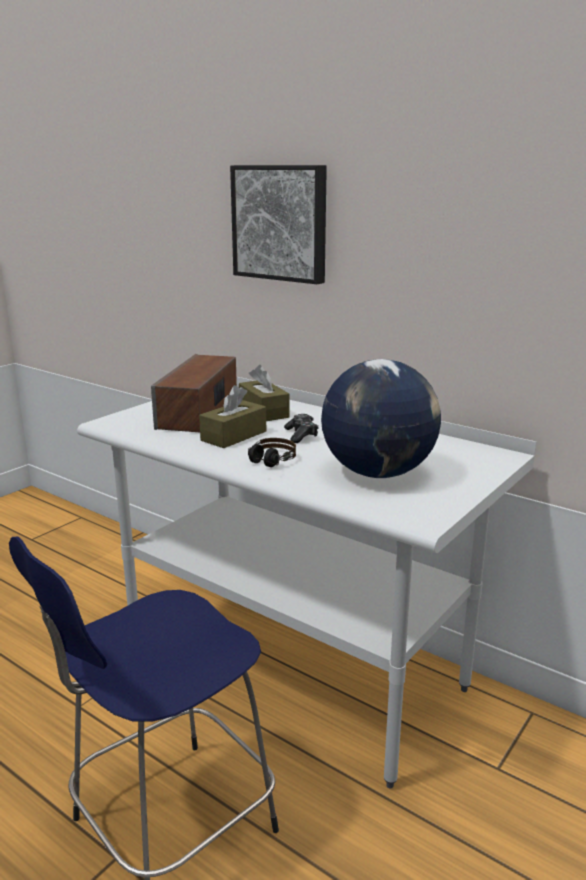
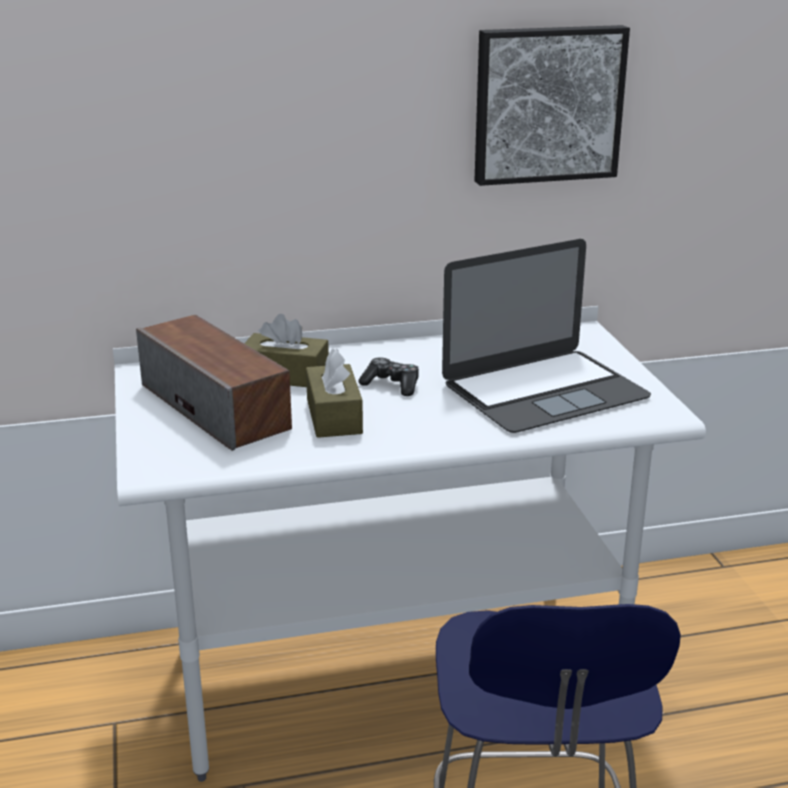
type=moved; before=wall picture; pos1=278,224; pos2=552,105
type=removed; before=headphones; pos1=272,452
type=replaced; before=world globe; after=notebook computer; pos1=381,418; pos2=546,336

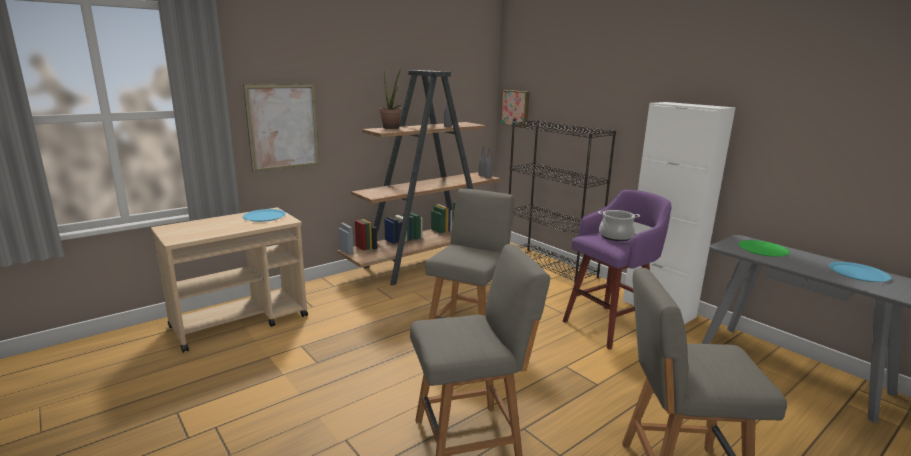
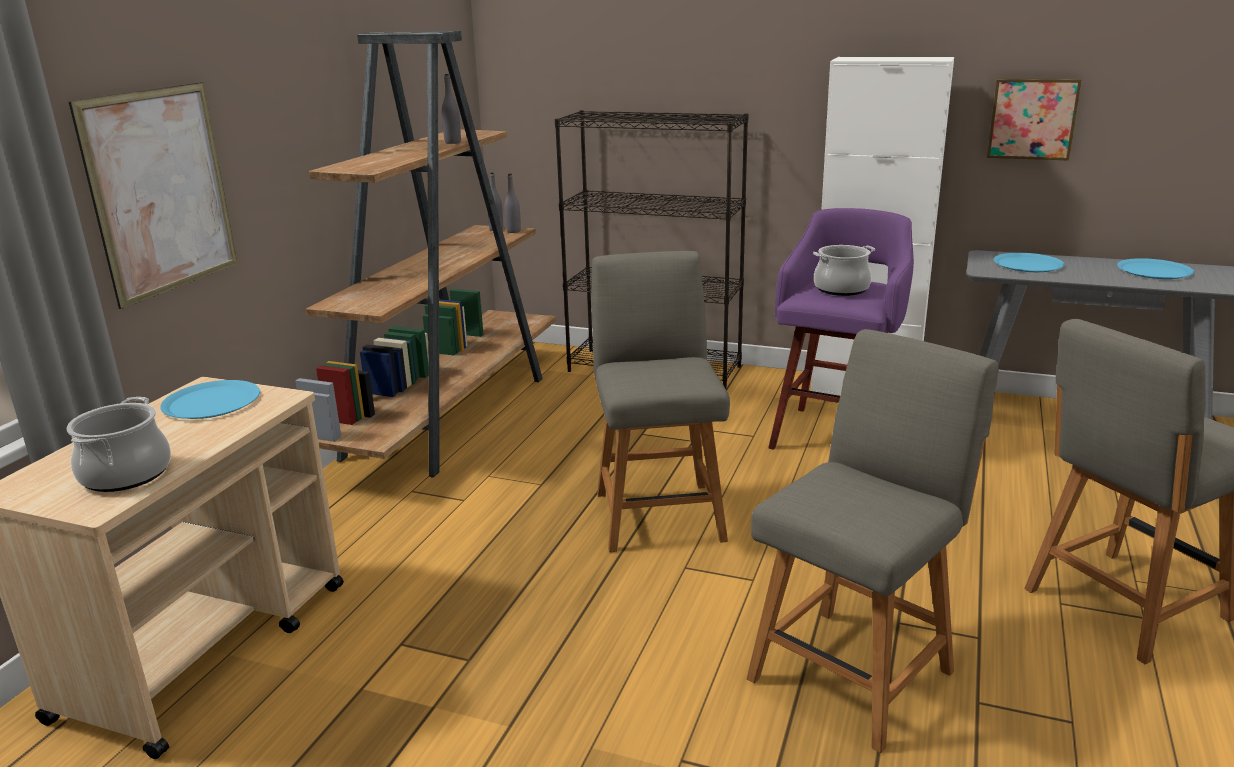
type=removed; before=plant in a pot; pos1=391,99
type=moved; before=wall picture; pos1=515,108; pos2=1034,119
type=recoloured; before=greenish flat dish; after=blue flat dish; pos1=764,248; pos2=1029,262
type=added; after=saucepot; pos2=118,444

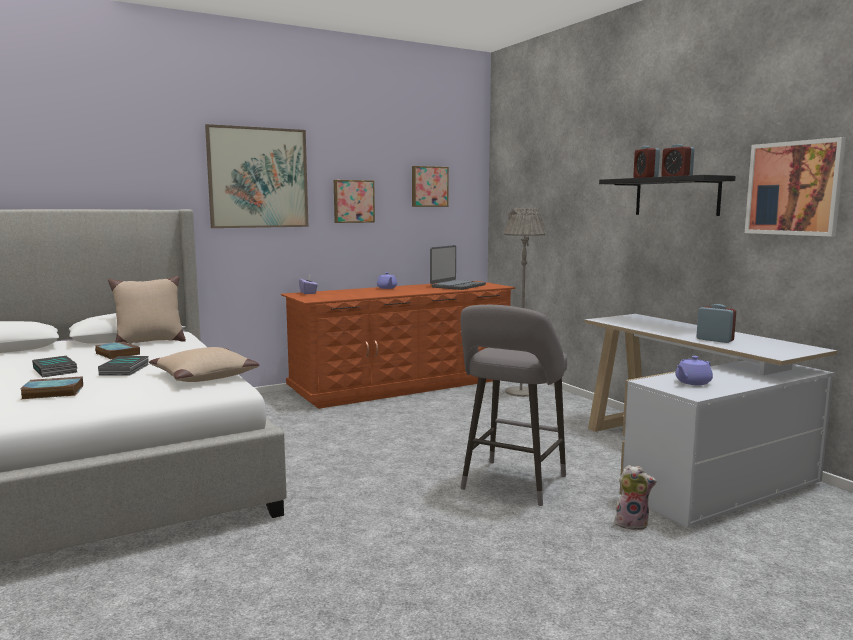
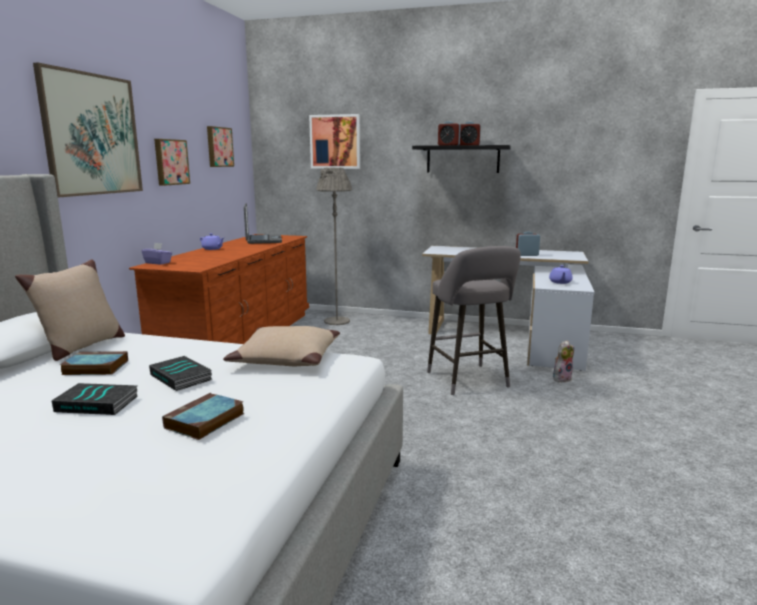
type=moved; before=wall picture; pos1=795,187; pos2=334,141

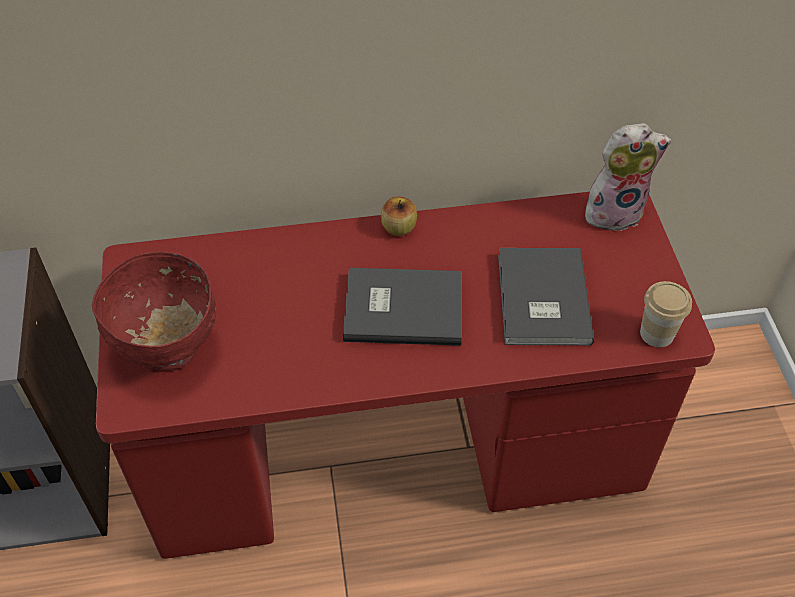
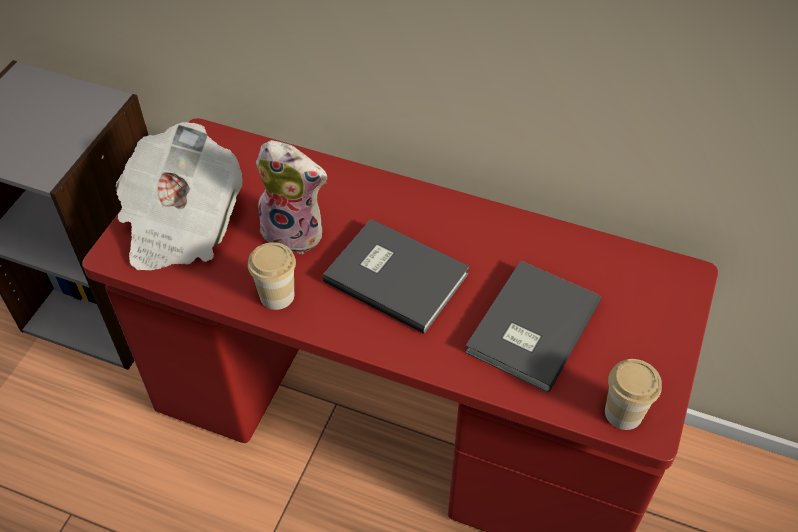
type=replaced; before=red-coloured deep dish; after=printed paper; pos1=154,312; pos2=179,196
type=removed; before=apple; pos1=399,216
type=moved; before=plush toy; pos1=628,177; pos2=291,197
type=added; after=small cup; pos2=272,276

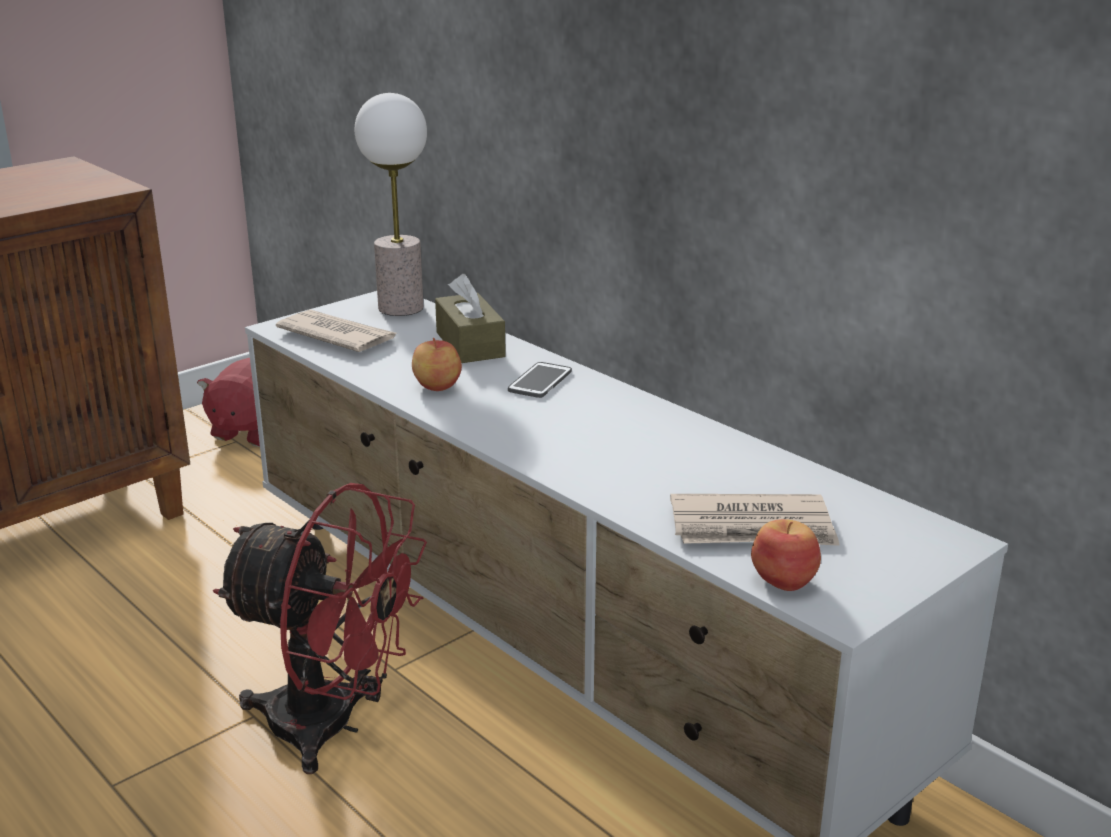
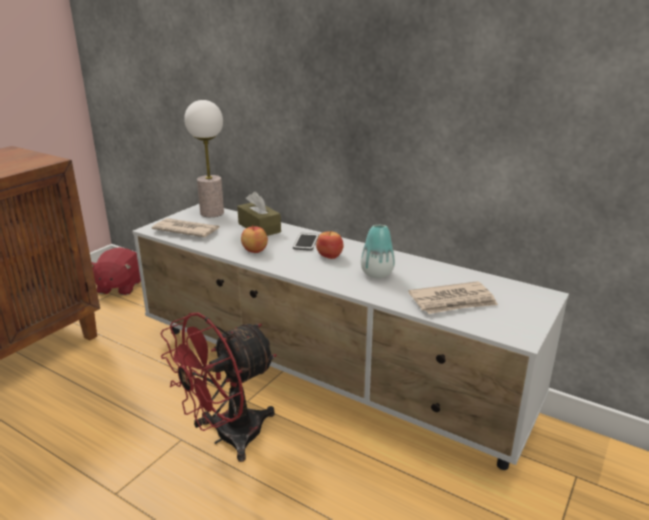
type=turned; before=red-coloured electric fan; pos1=320,628; pos2=218,387; turn=135
type=moved; before=apple; pos1=786,555; pos2=330,245
type=added; after=vase; pos2=378,251

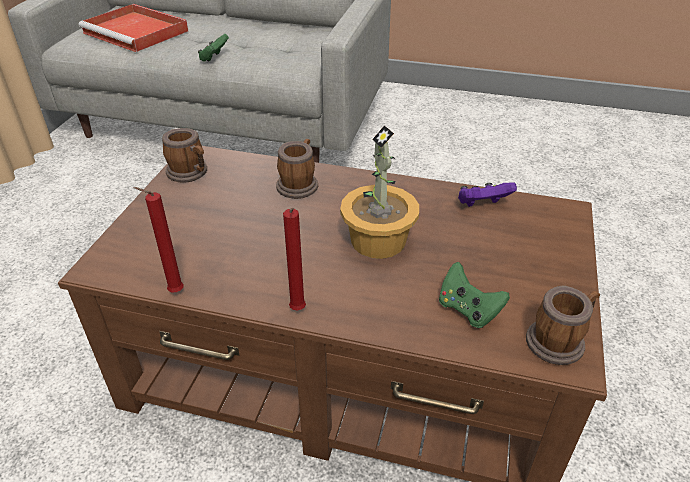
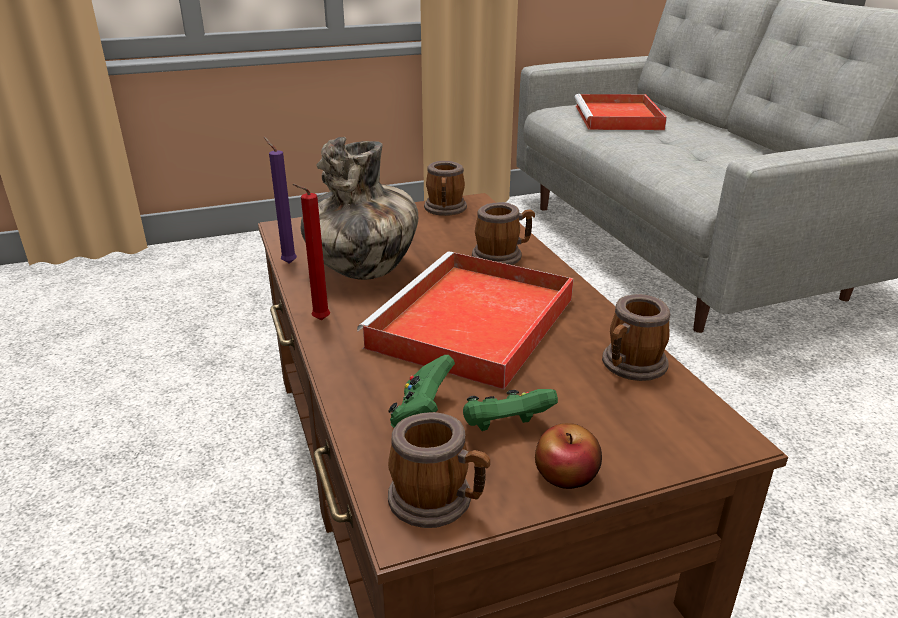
type=recoloured; before=red-coloured wax candle; after=purple-coloured wax candle; pos1=159,239; pos2=280,200
type=moved; before=greenish game controller; pos1=213,48; pos2=510,410
type=replaced; before=plant in a pot; after=red-coloured tray; pos1=379,192; pos2=465,321
type=replaced; before=purple-coloured game controller; after=coffee mug; pos1=487,194; pos2=636,337
type=added; after=vase; pos2=359,208
type=added; after=apple; pos2=568,456

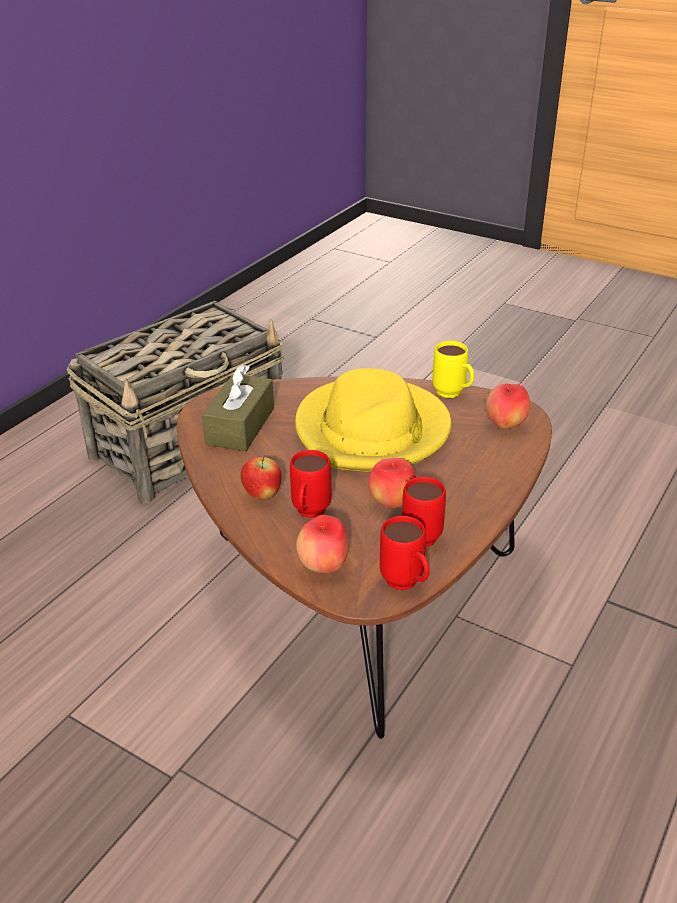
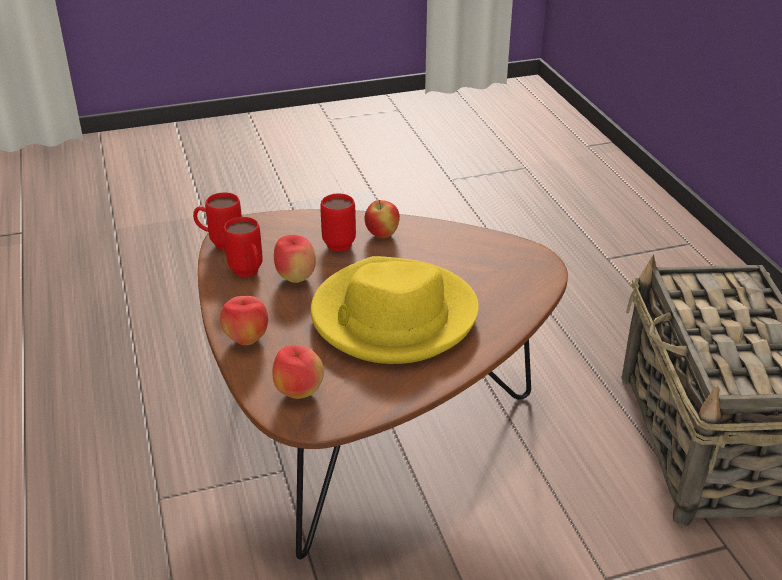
type=removed; before=brownish box of tissues; pos1=238,407
type=moved; before=apple; pos1=322,544; pos2=244,320
type=removed; before=yellow-coloured coffee mug; pos1=453,369

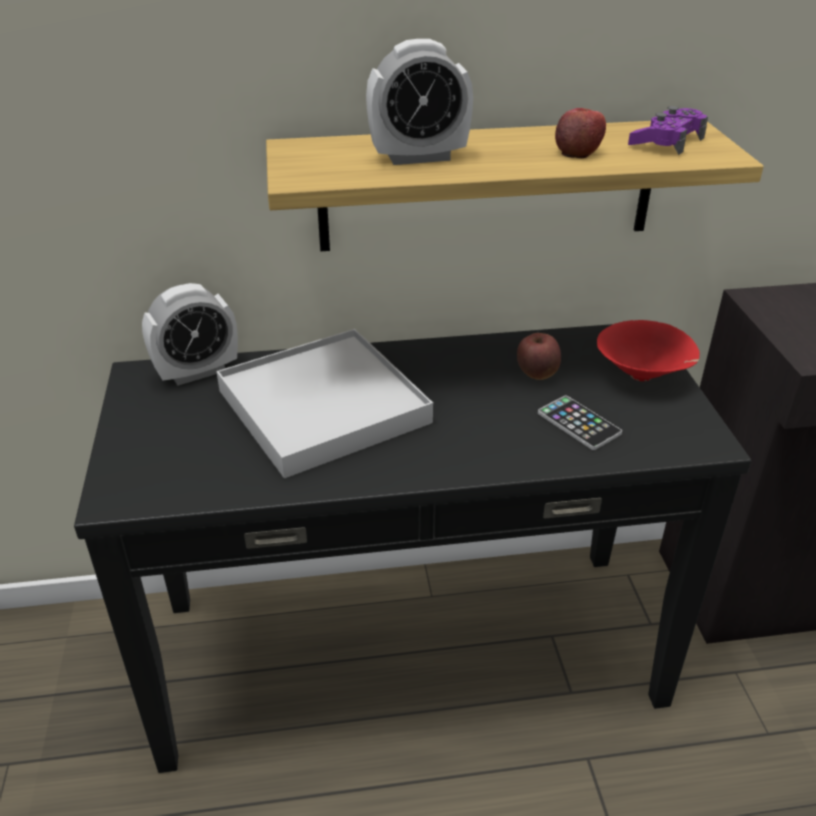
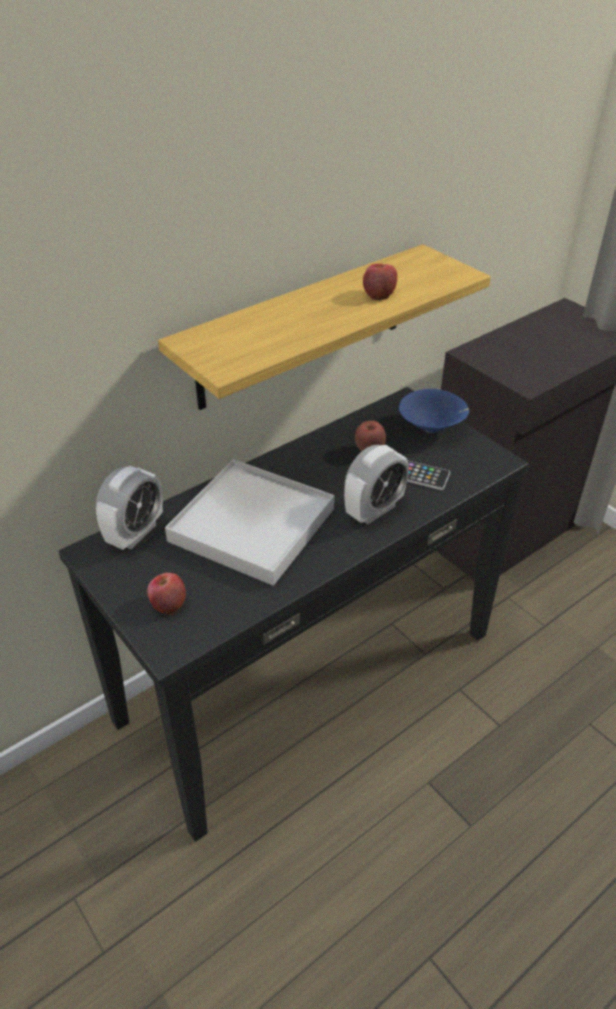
type=moved; before=bedside clock; pos1=419,102; pos2=376,484
type=recoloured; before=red-coloured deep dish; after=blue deep dish; pos1=648,350; pos2=434,411
type=removed; before=purple-coloured game controller; pos1=668,130
type=added; after=apple; pos2=166,594

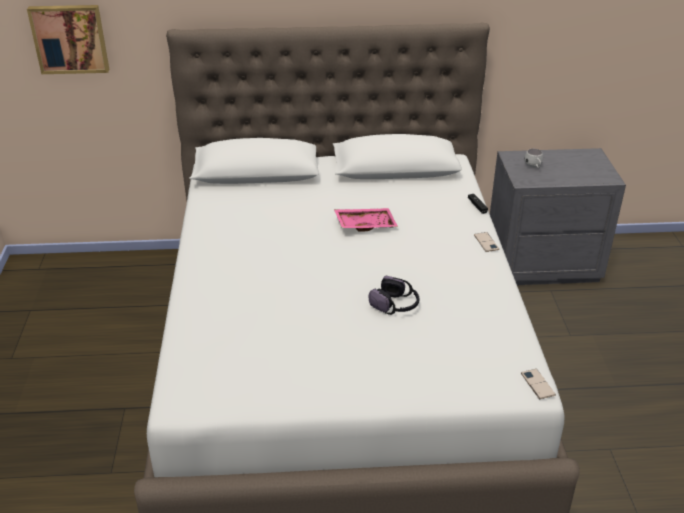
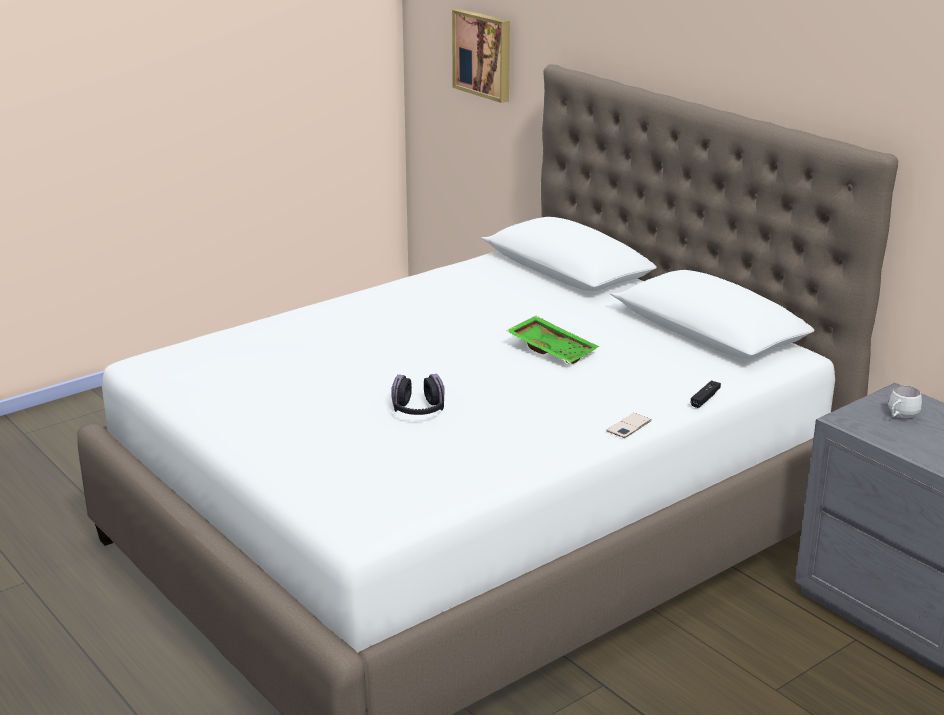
type=recoloured; before=pink tray; after=greenish tray; pos1=366,220; pos2=552,340
type=removed; before=handset; pos1=538,384

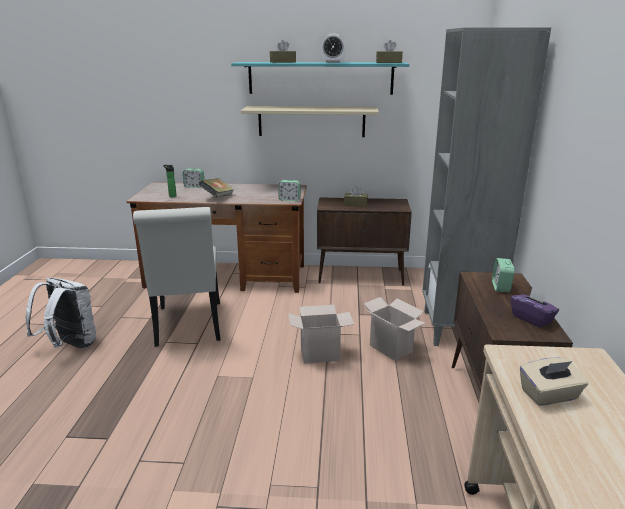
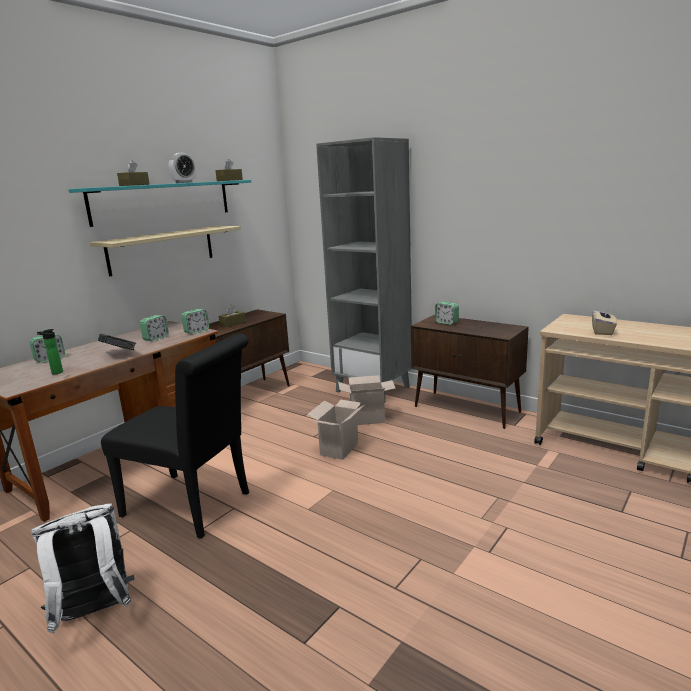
type=recoloured; before=white-coloured chair; after=black-coloured chair; pos1=177,277; pos2=175,436
type=removed; before=purple-coloured box of tissues; pos1=535,307
type=added; after=bedside clock; pos2=154,328

